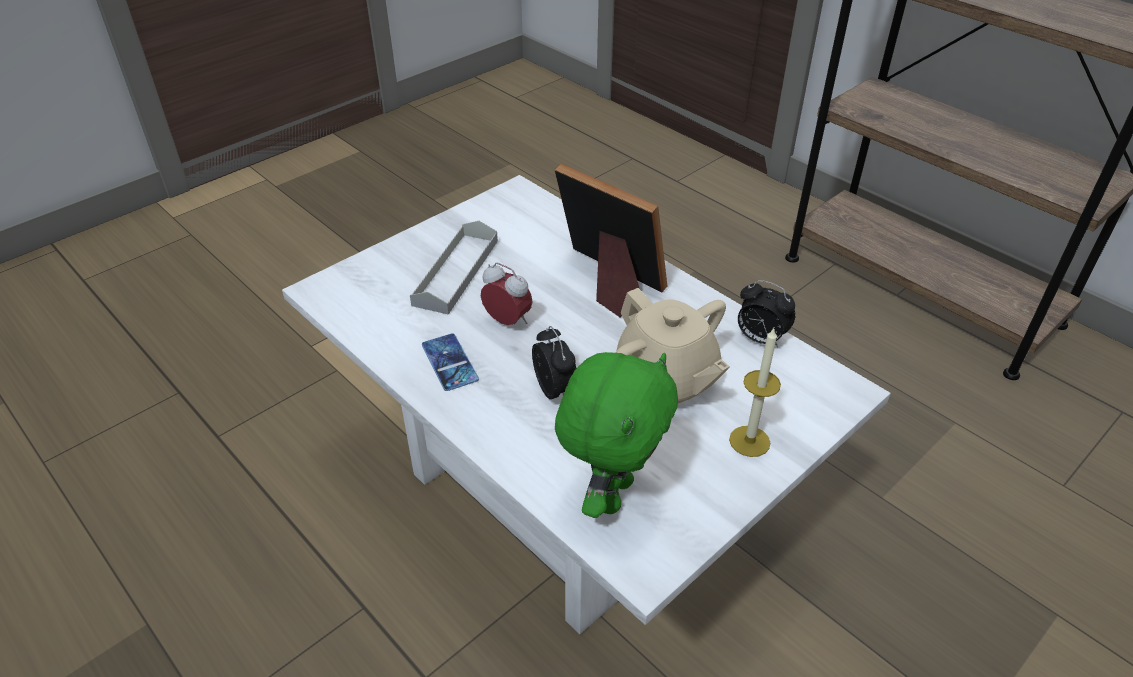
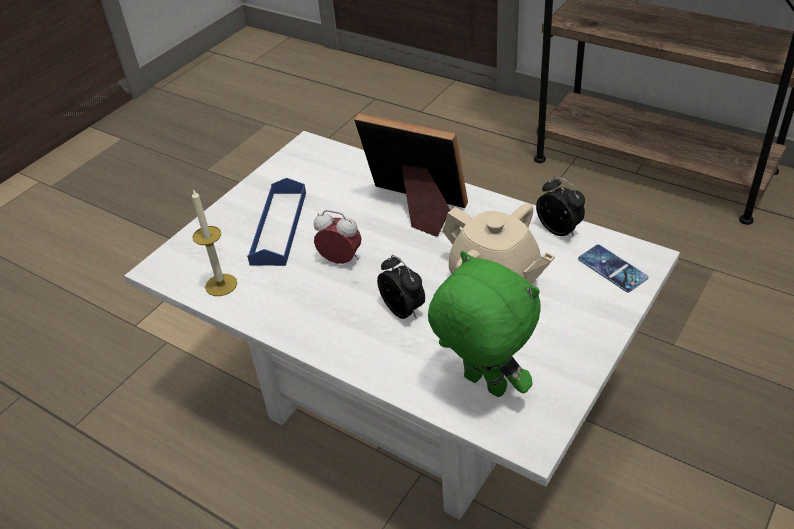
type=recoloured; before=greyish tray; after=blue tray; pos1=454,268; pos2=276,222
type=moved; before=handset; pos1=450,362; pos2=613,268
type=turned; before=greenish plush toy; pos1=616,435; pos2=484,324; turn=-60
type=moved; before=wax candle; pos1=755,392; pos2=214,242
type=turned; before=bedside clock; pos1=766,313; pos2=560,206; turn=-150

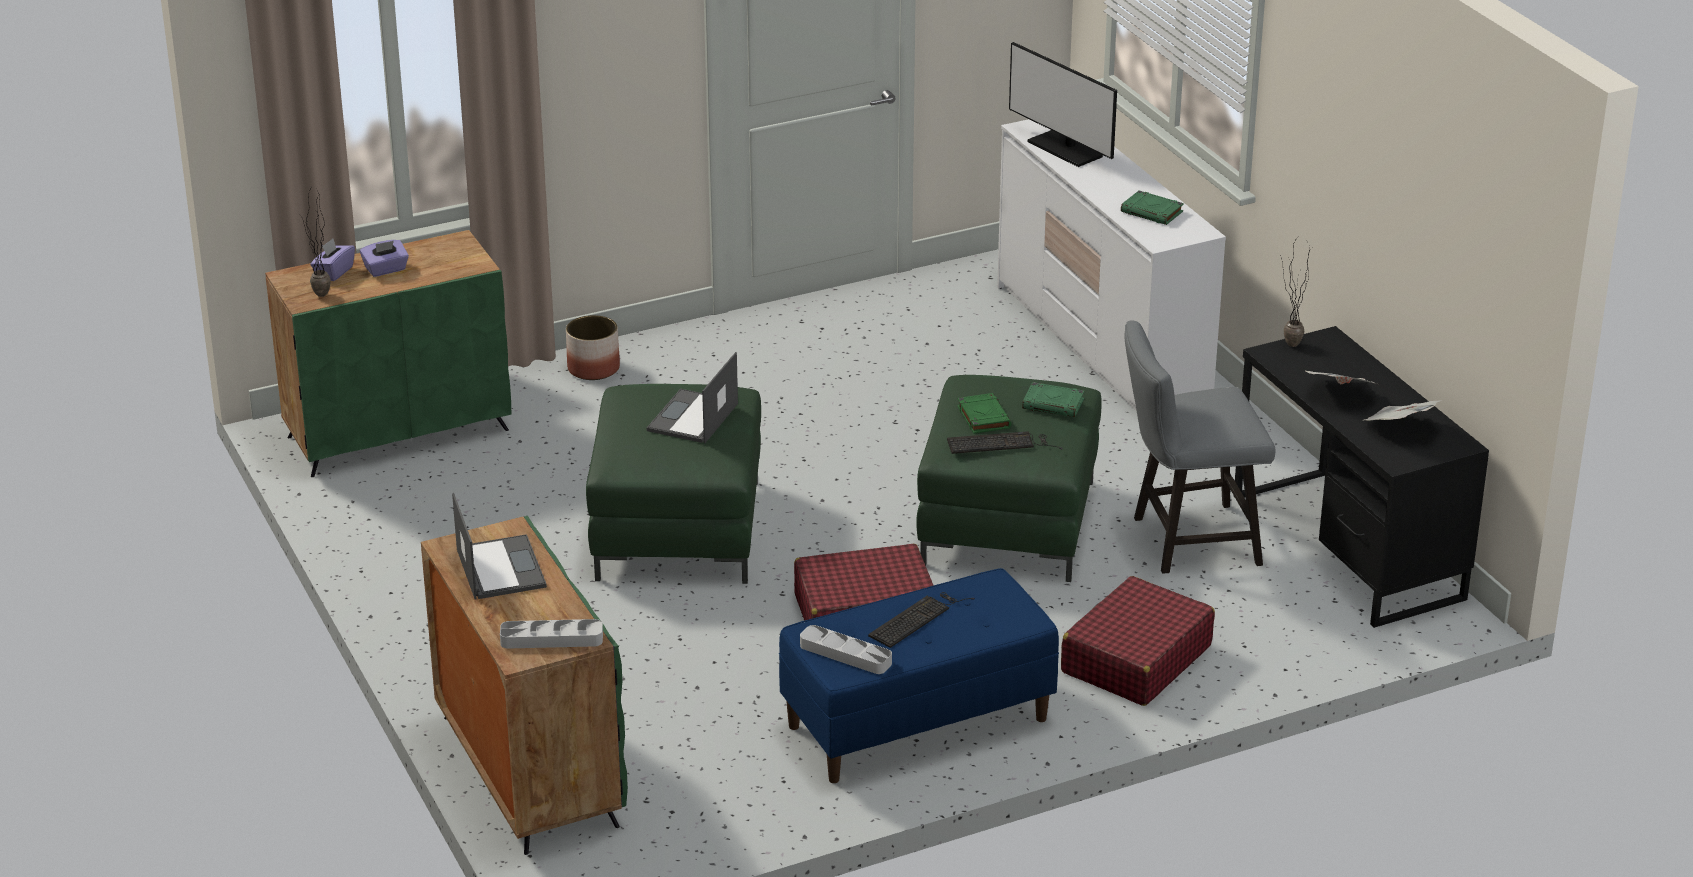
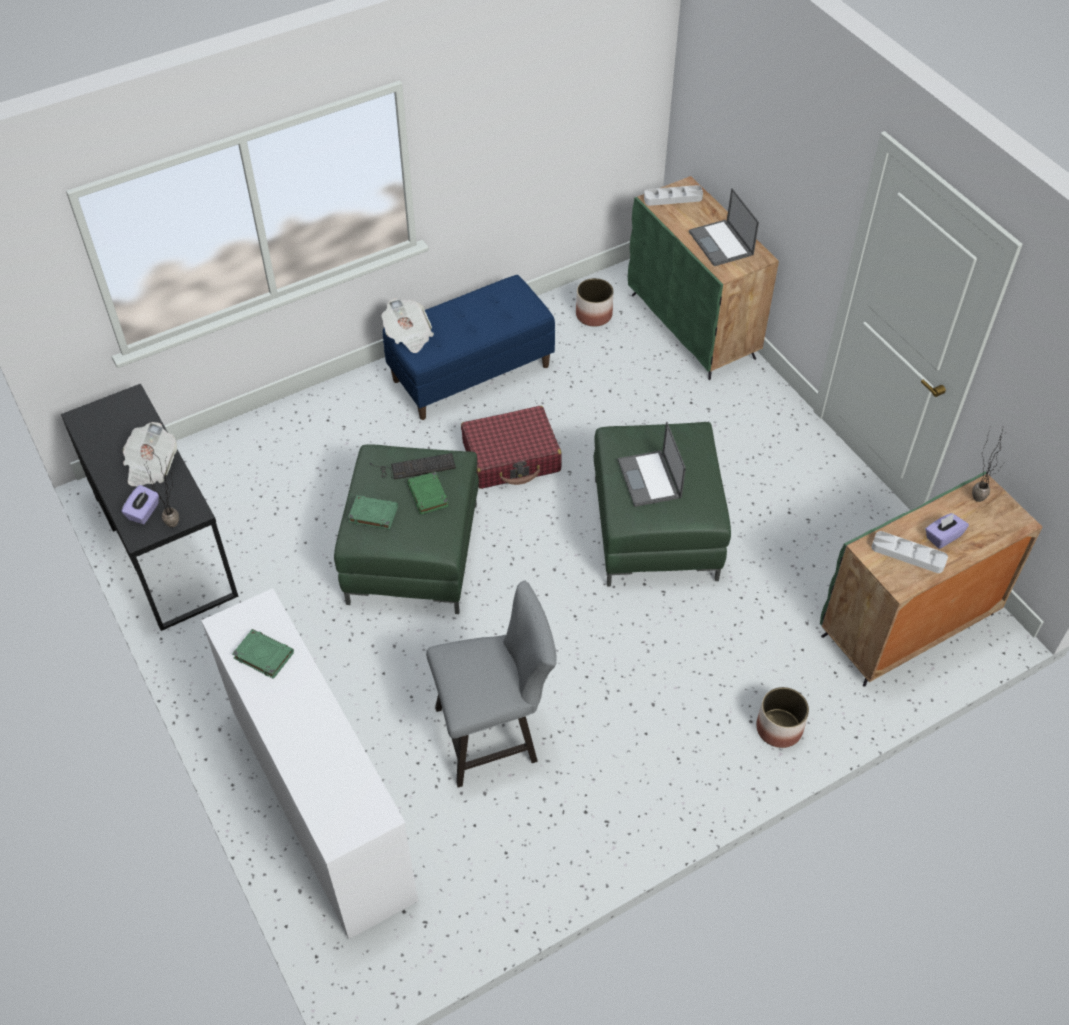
type=moved; before=purple-coloured box of tissues; pos1=332,260; pos2=140,504
type=turned; before=notebook computer; pos1=692,397; pos2=652,464; turn=150
type=moved; before=greyish tray; pos1=846,649; pos2=909,552
type=removed; before=PC keyboard; pos1=921,620
type=removed; before=computer screen; pos1=1063,104
type=removed; before=red-coloured piece of luggage; pos1=1138,641
type=moved; before=greyish chair; pos1=1199,447; pos2=491,683
type=moved; before=printed paper; pos1=1402,410; pos2=407,325
type=added; after=planter; pos2=595,302

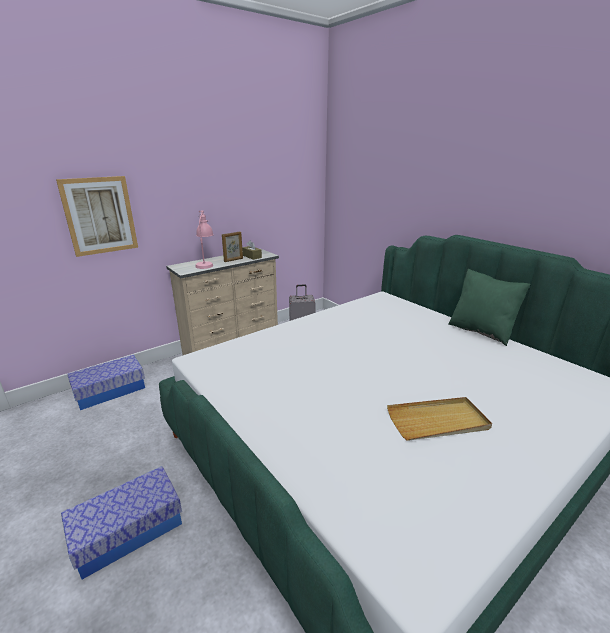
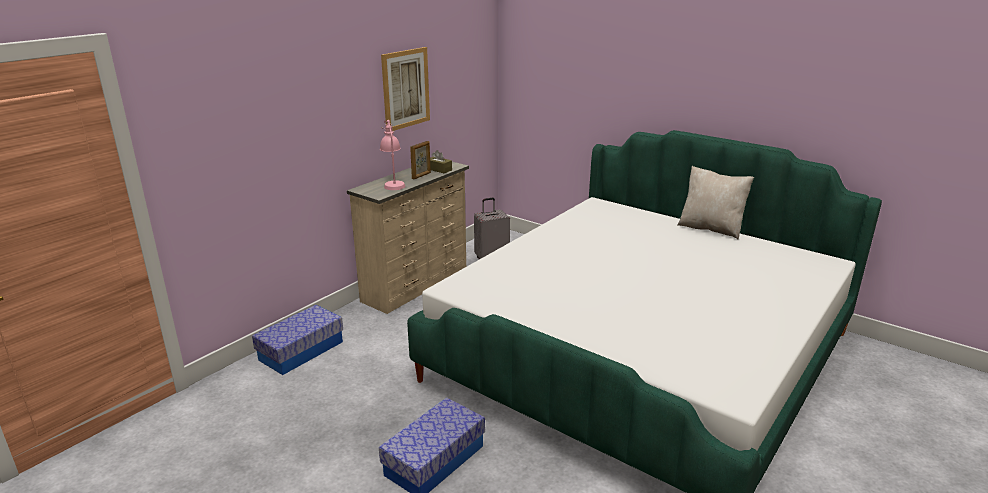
type=moved; before=wall picture; pos1=97,216; pos2=405,89
type=removed; before=beige-coloured tray; pos1=439,419
type=recoloured; before=greenish pillow; after=beige-coloured pillow; pos1=489,307; pos2=715,203

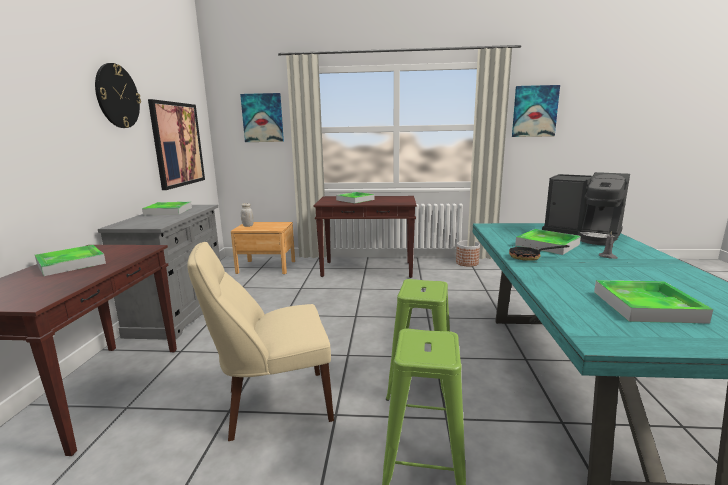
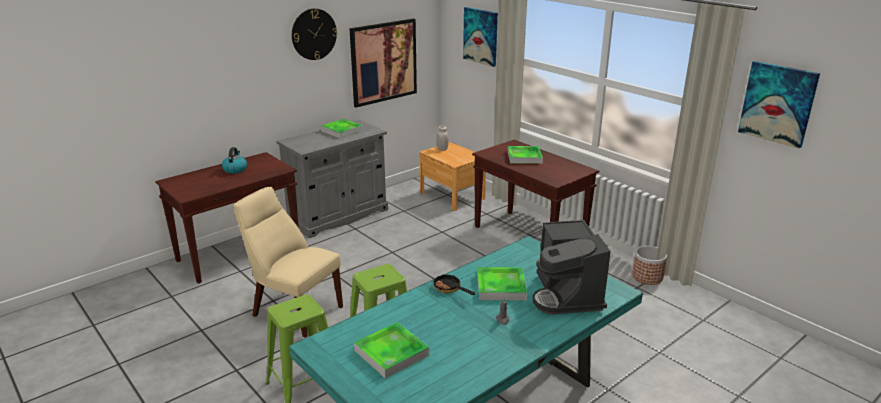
type=replaced; before=tray; after=kettle; pos1=70,260; pos2=234,160

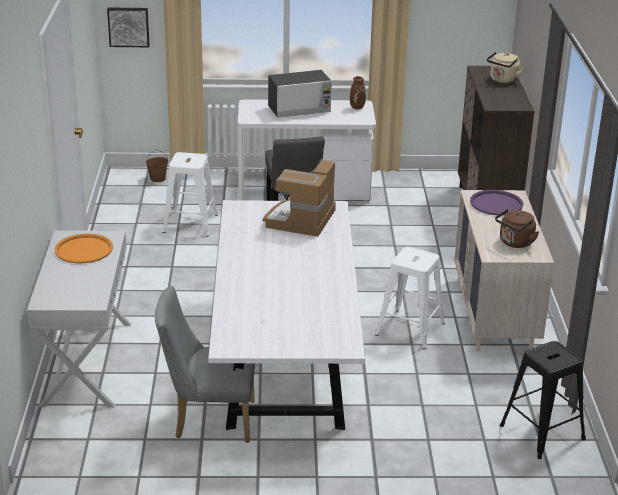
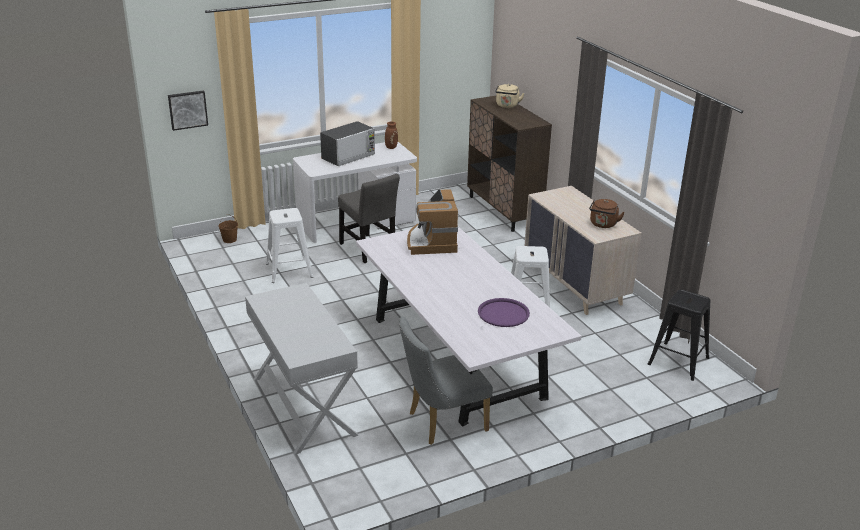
type=removed; before=orange-coloured tray; pos1=84,248
type=moved; before=purple-coloured tray; pos1=496,203; pos2=504,312

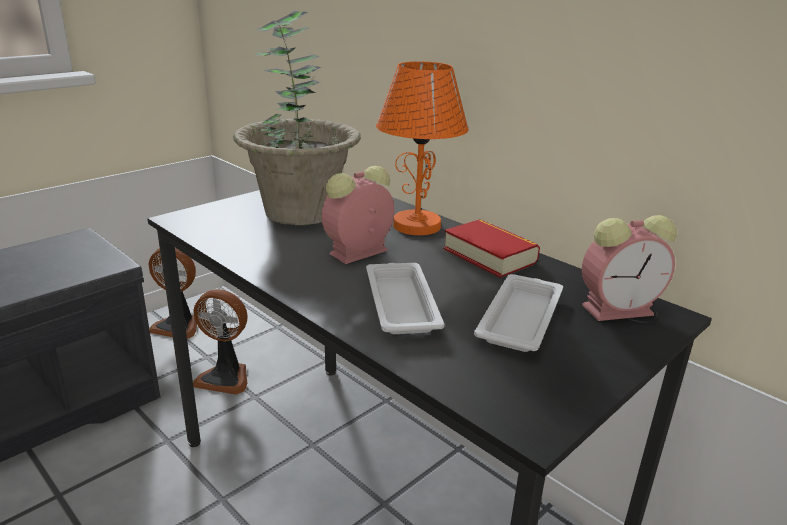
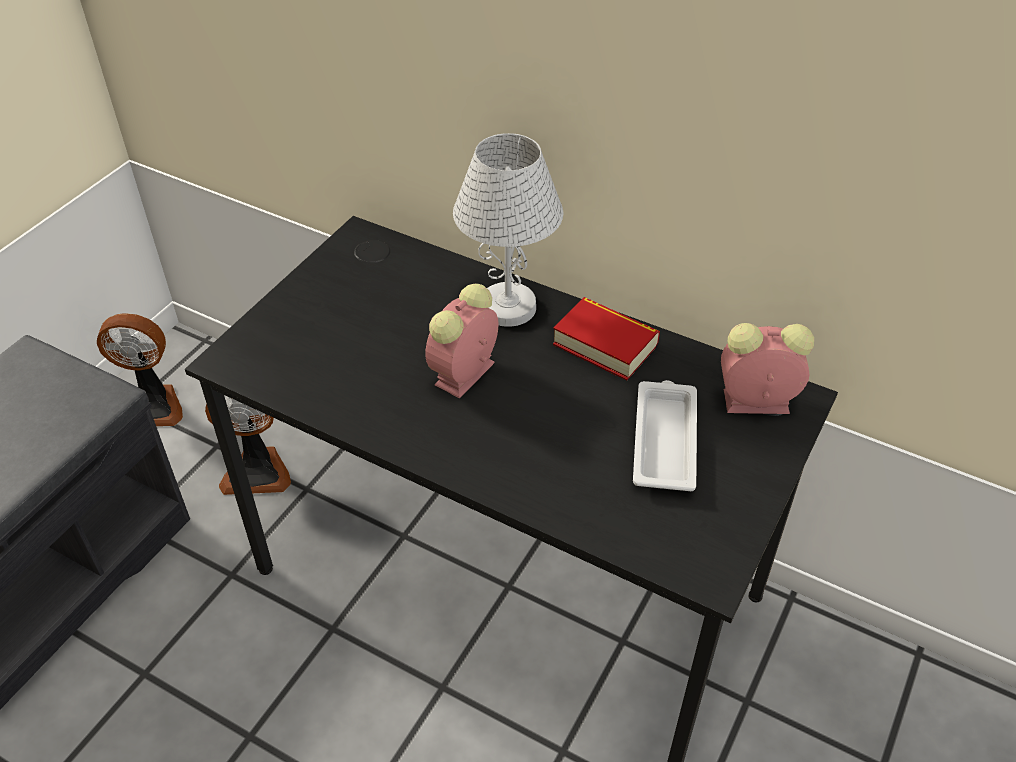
type=removed; before=plant in a pot; pos1=297,118
type=removed; before=white-coloured tray; pos1=405,298
type=recoloured; before=orange-coloured table lamp; after=white-coloured table lamp; pos1=422,148; pos2=508,230
type=turned; before=bedside clock; pos1=629,268; pos2=767,368; turn=-150

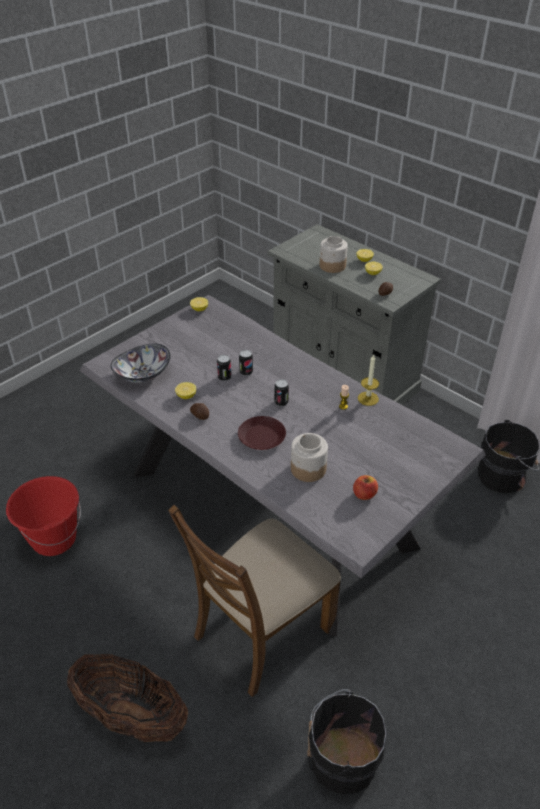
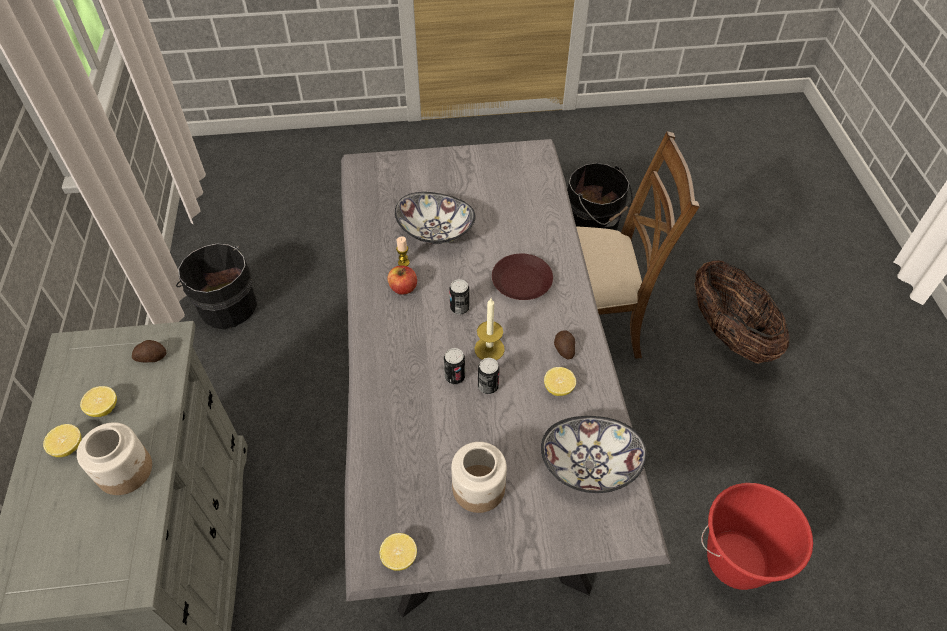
type=moved; before=preserve jar; pos1=309,457; pos2=479,477
type=moved; before=apple; pos1=365,487; pos2=402,280
type=moved; before=wax candle; pos1=368,380; pos2=489,329
type=added; after=deep dish; pos2=435,218

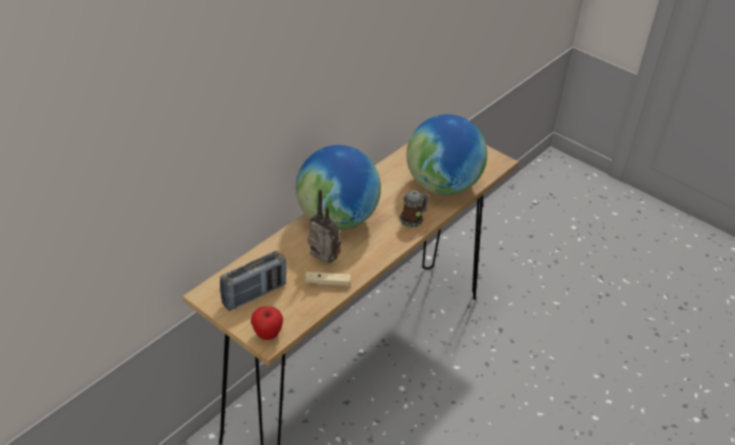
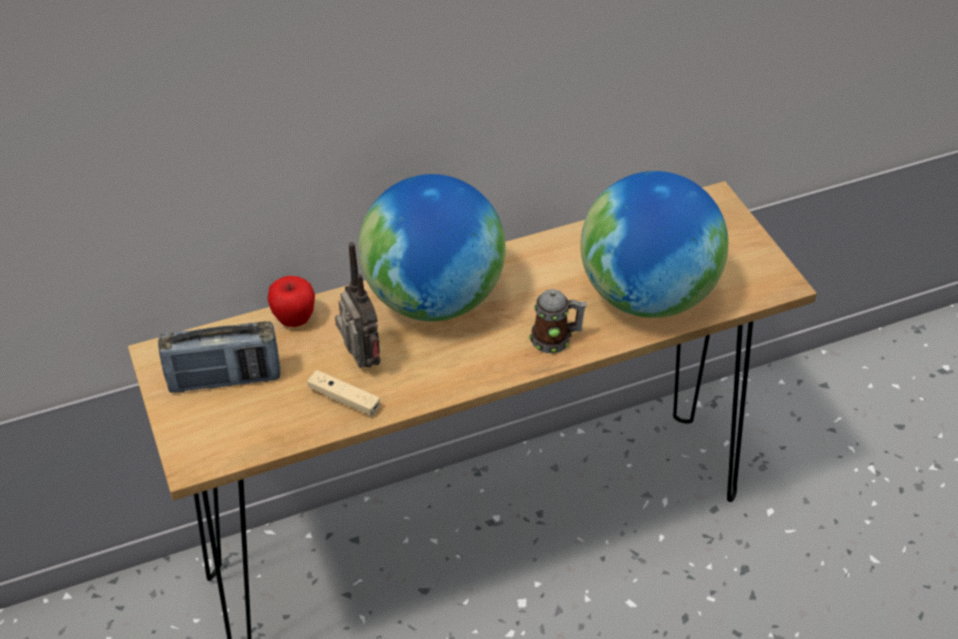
type=moved; before=apple; pos1=267,323; pos2=291,301

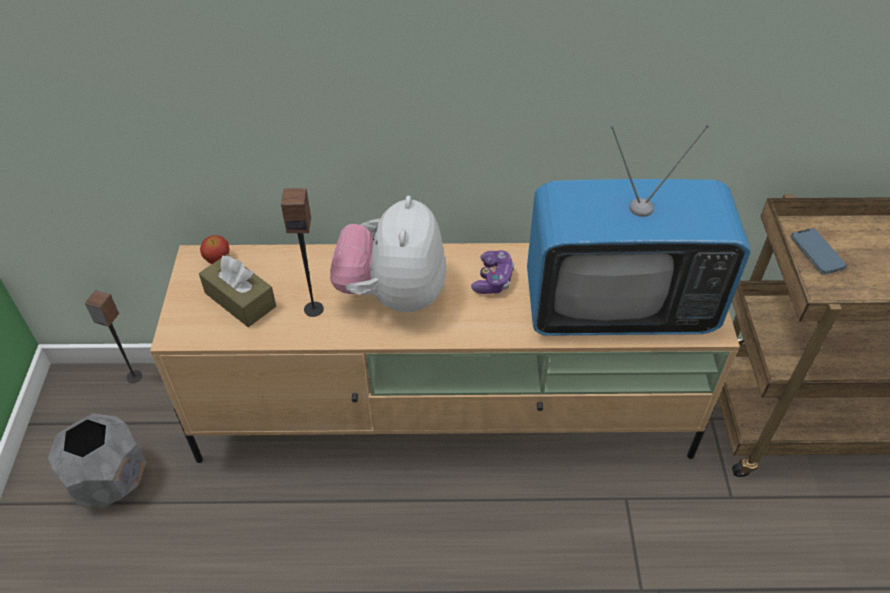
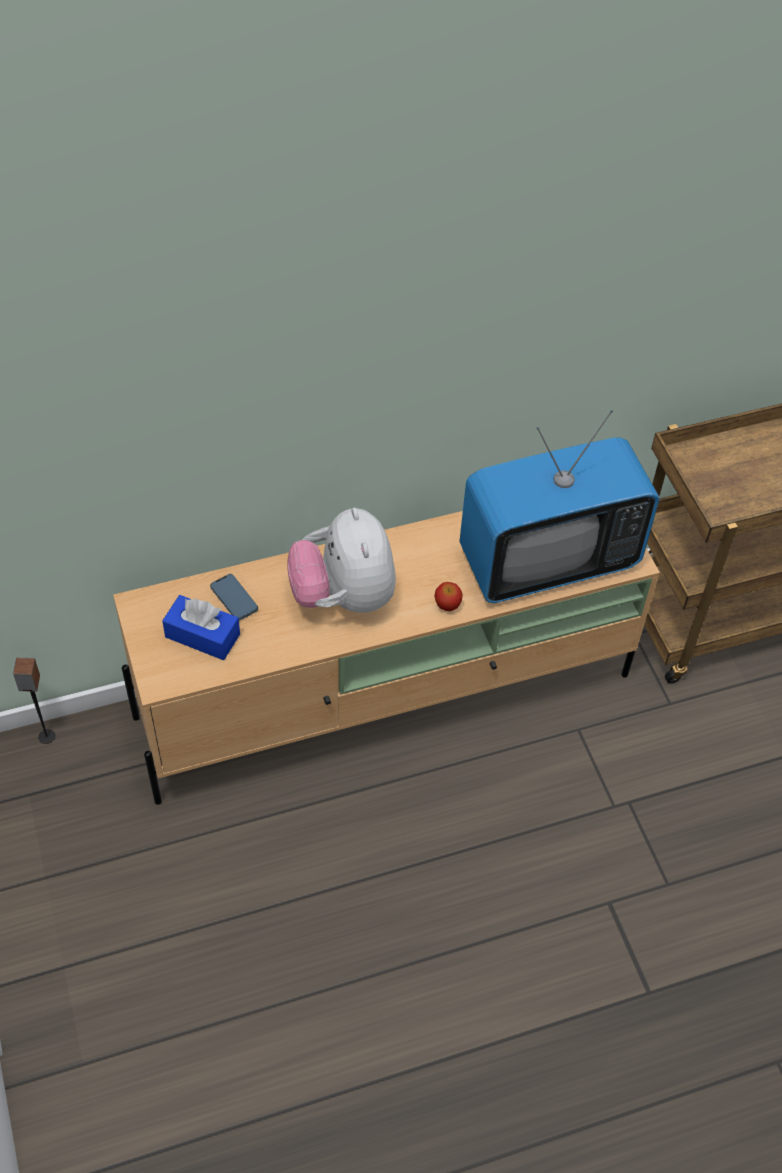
type=removed; before=greyish planter; pos1=97,460
type=recoloured; before=brownish box of tissues; after=blue box of tissues; pos1=237,290; pos2=201,627
type=moved; before=apple; pos1=214,249; pos2=449,596
type=removed; before=audio speaker; pos1=302,252
type=removed; before=game controller; pos1=493,272
type=moved; before=handset; pos1=819,251; pos2=234,597

